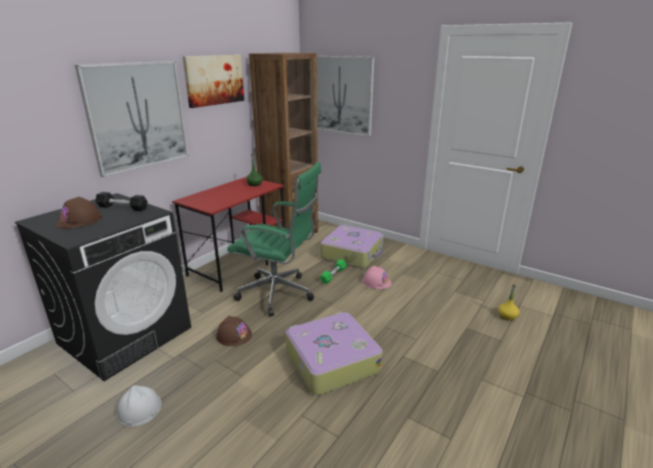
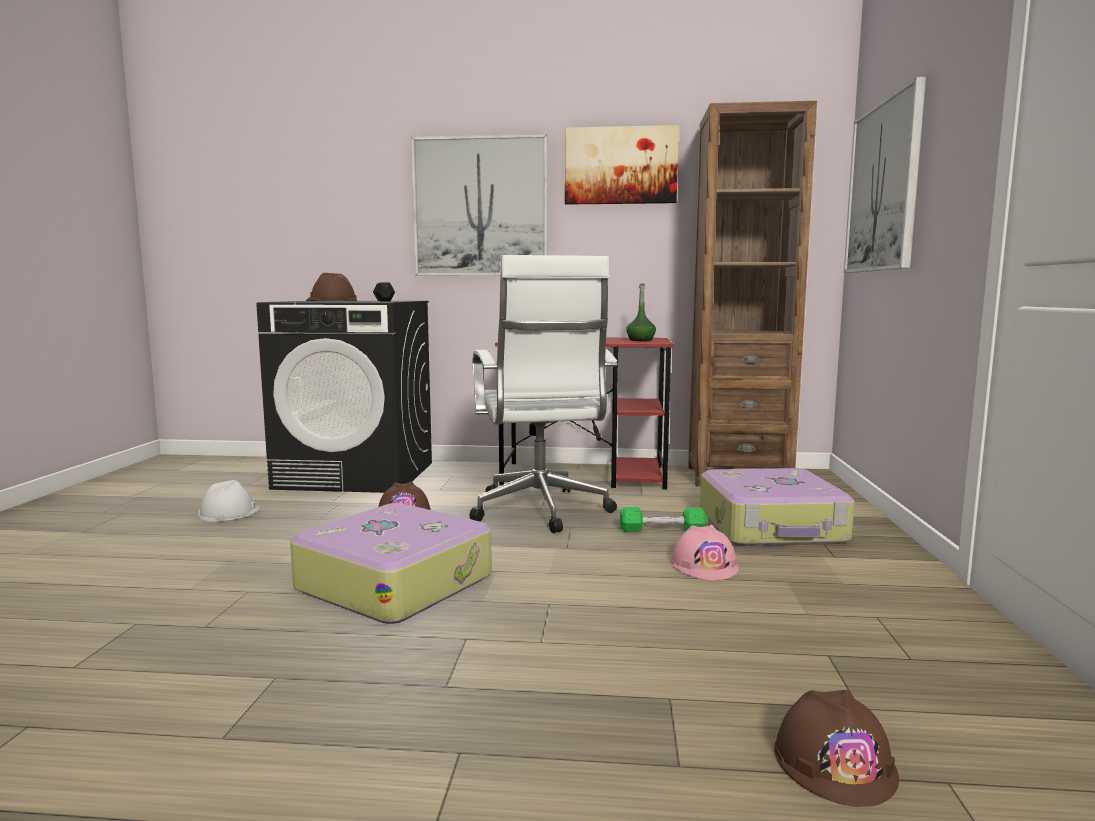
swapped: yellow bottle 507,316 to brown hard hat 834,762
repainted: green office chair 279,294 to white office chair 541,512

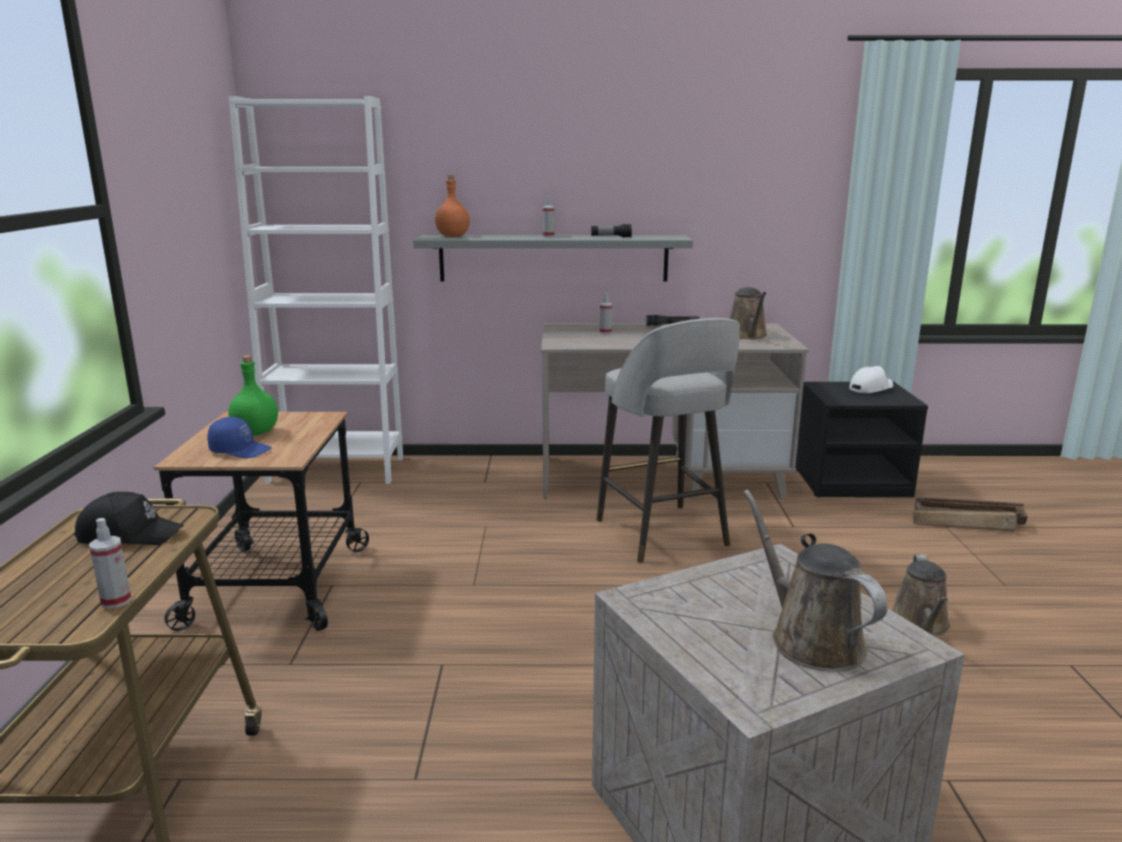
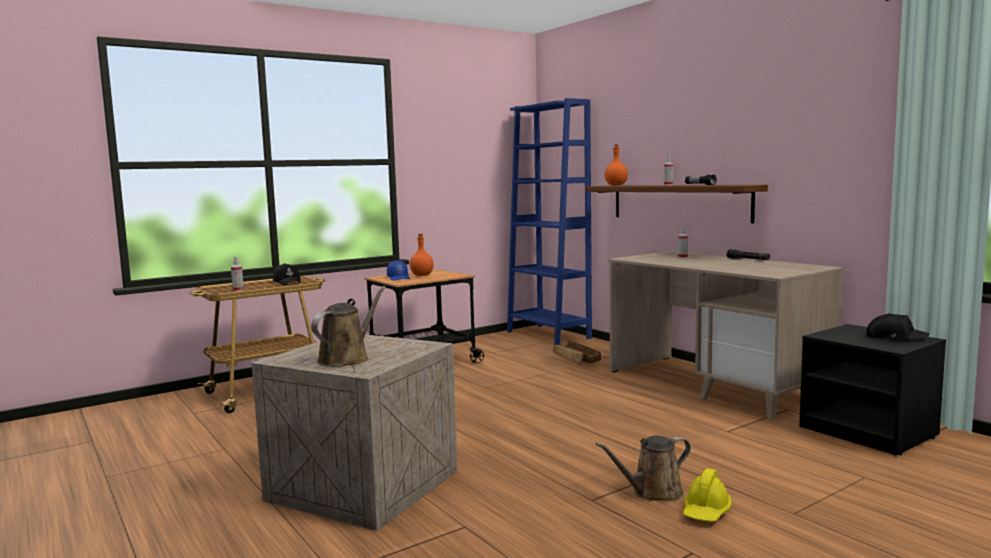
gone: grey stool 663,534; brown watering can 747,336
new: yellow hard hat 706,512
shifted: crate 967,523 to 576,359
repainted: green bottle 256,433 to orange bottle 422,275; white bookcase 337,470 to blue bookcase 548,335; grey shelf 553,258 to brown shelf 678,202; white cap 870,388 to black cap 895,337

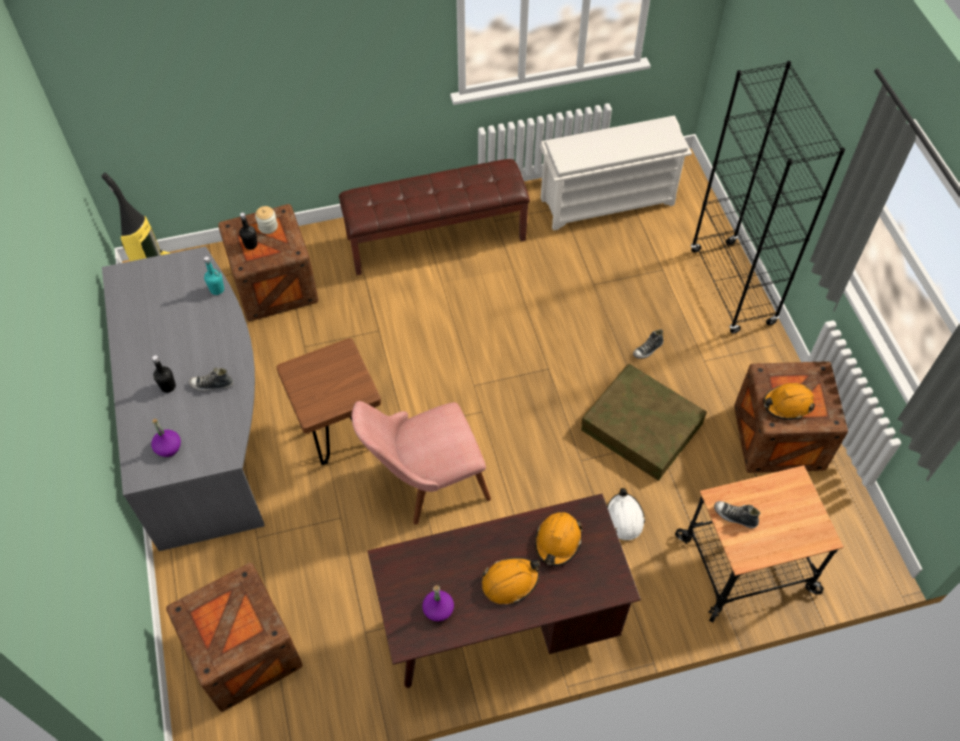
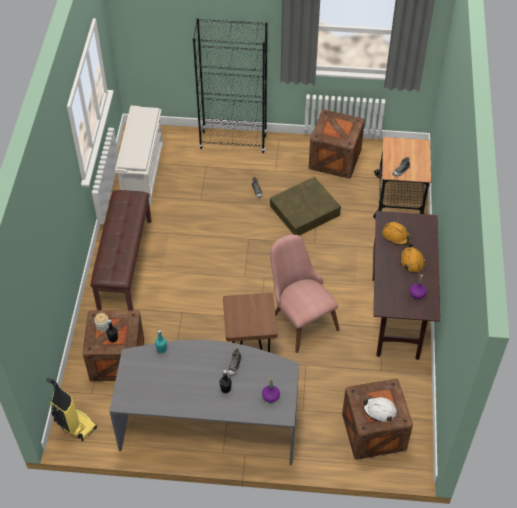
gone: orange hard hat 787,404
shifted: white hard hat 624,519 to 379,410
rotated: pink chair 425,482 = 299,317 150 degrees clockwise

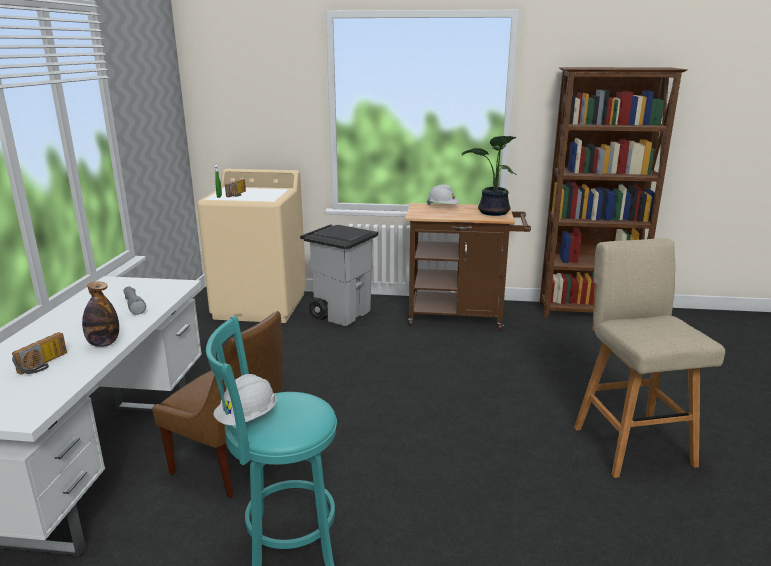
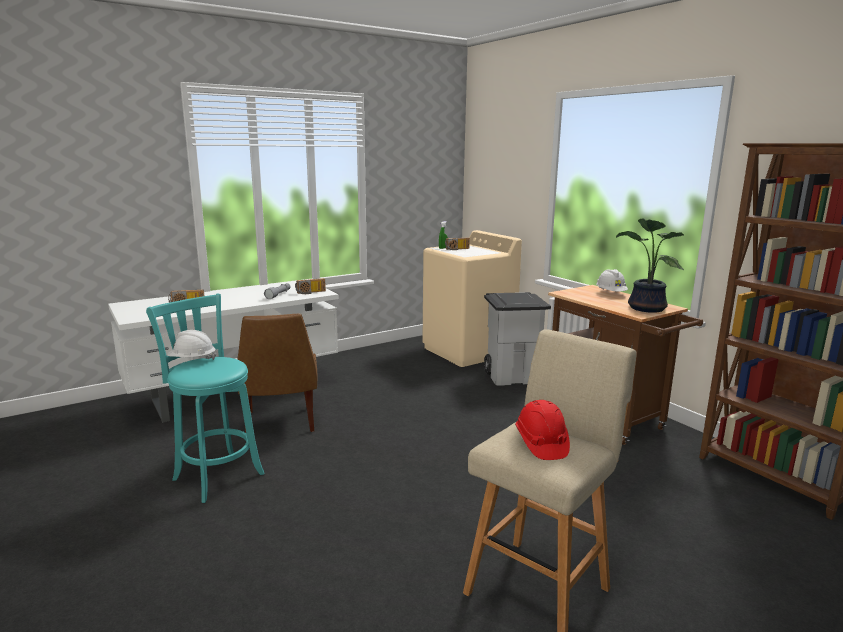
gone: bottle 104,343
new: radio 311,292; red hard hat 541,444

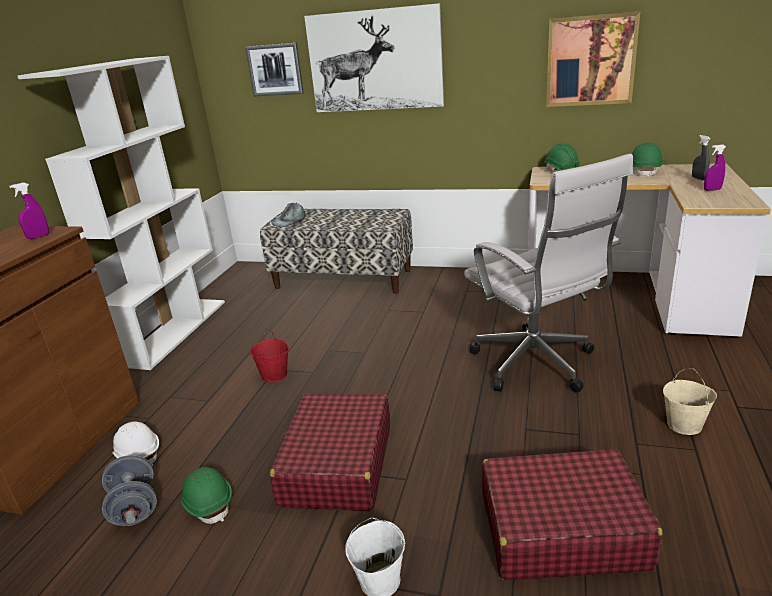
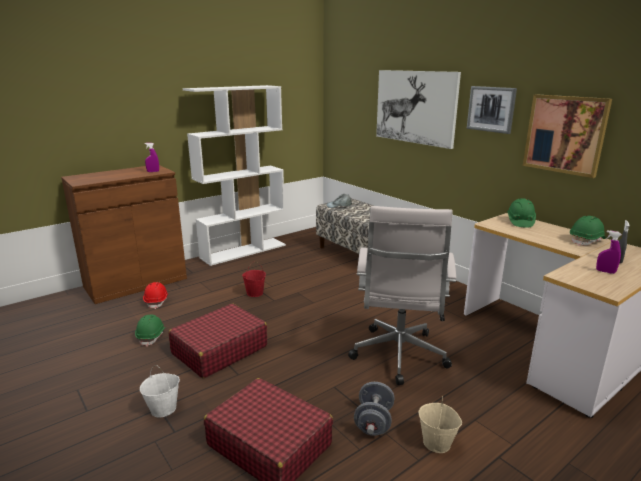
shifted: grey dumbbell 135,507 to 373,422; picture 275,70 to 491,109
repainted: white hard hat 138,454 to red hard hat 157,301

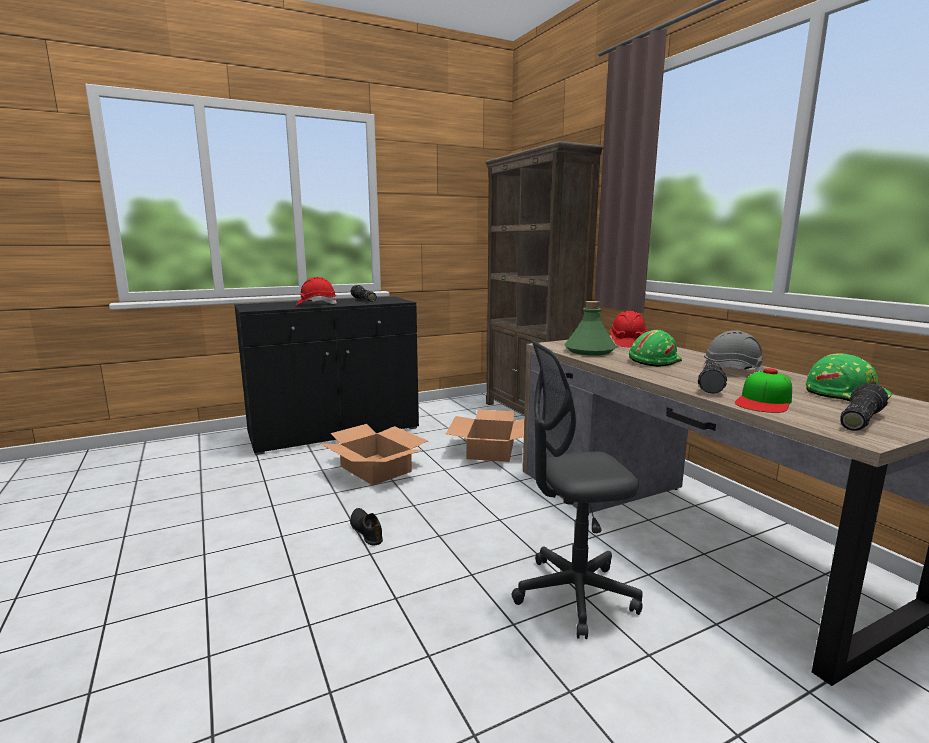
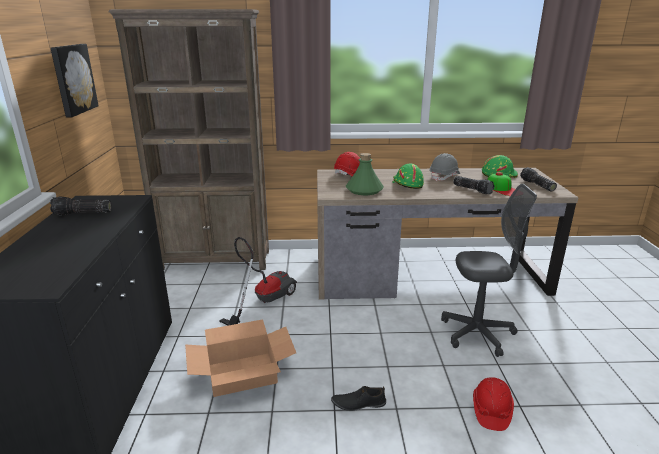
new: picture 72,79
shifted: red hard hat 316,304 to 491,411
swapped: cardboard box 490,450 to vacuum cleaner 263,301
rotated: grey office chair 574,595 = 477,333 105 degrees counterclockwise

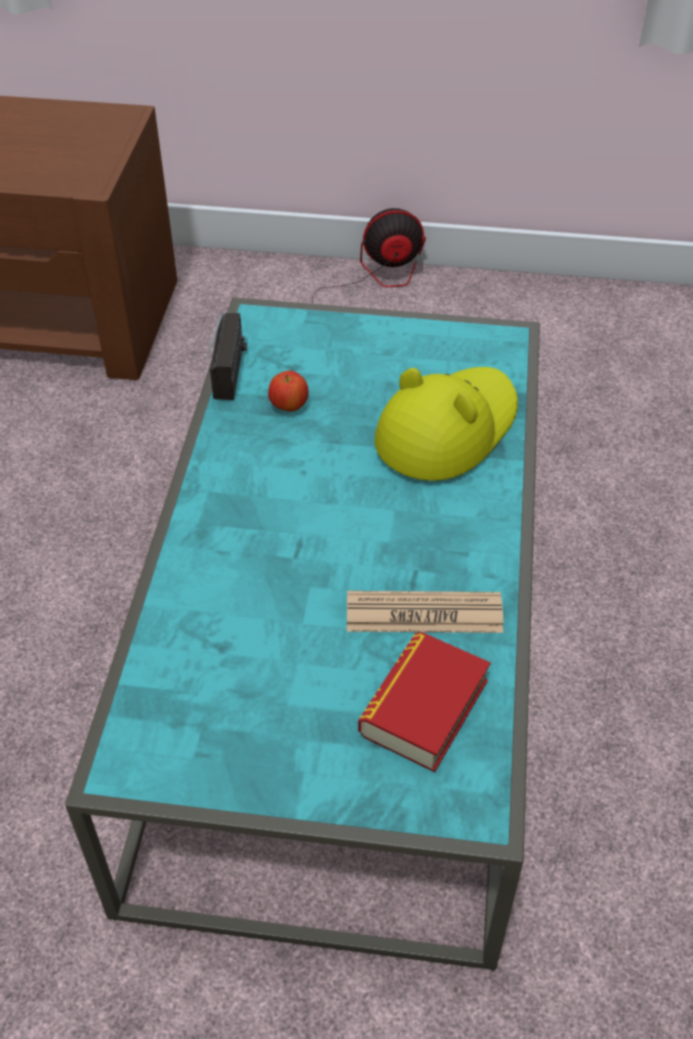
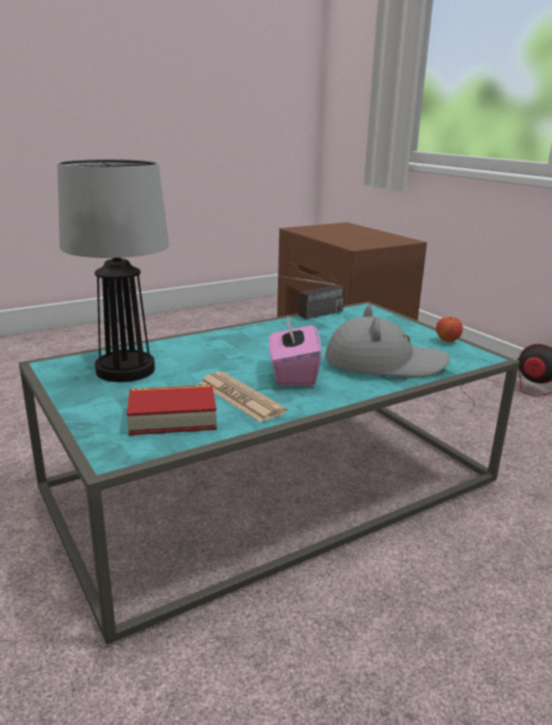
new: table lamp 125,369; pink tissue box 292,374
shifted: apple 289,407 to 447,341
repainted: yellow hat 446,429 to grey hat 384,363

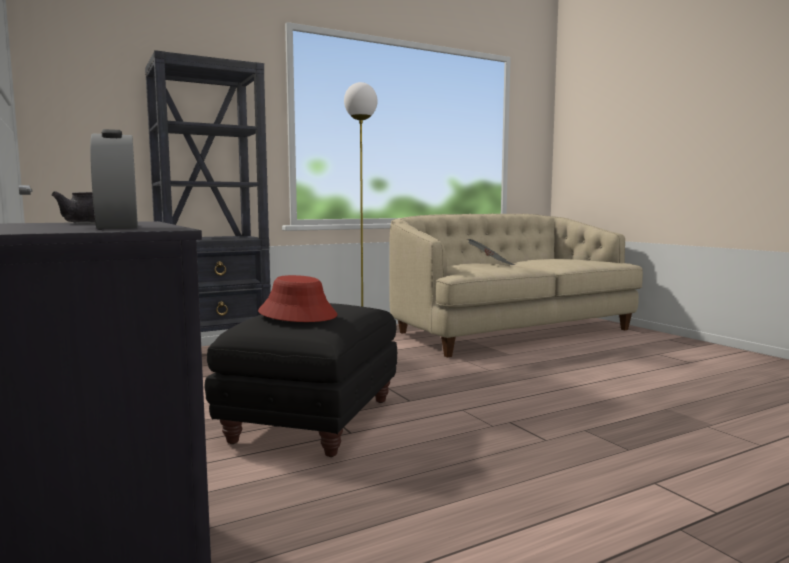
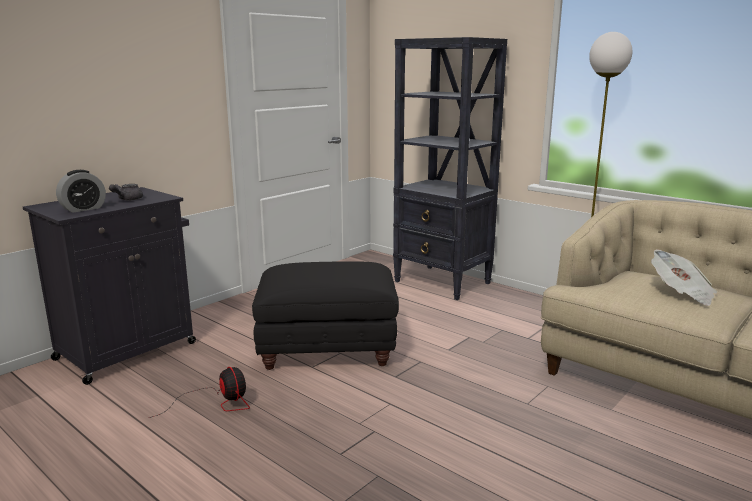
gone: red hat 298,314
new: fan 217,403

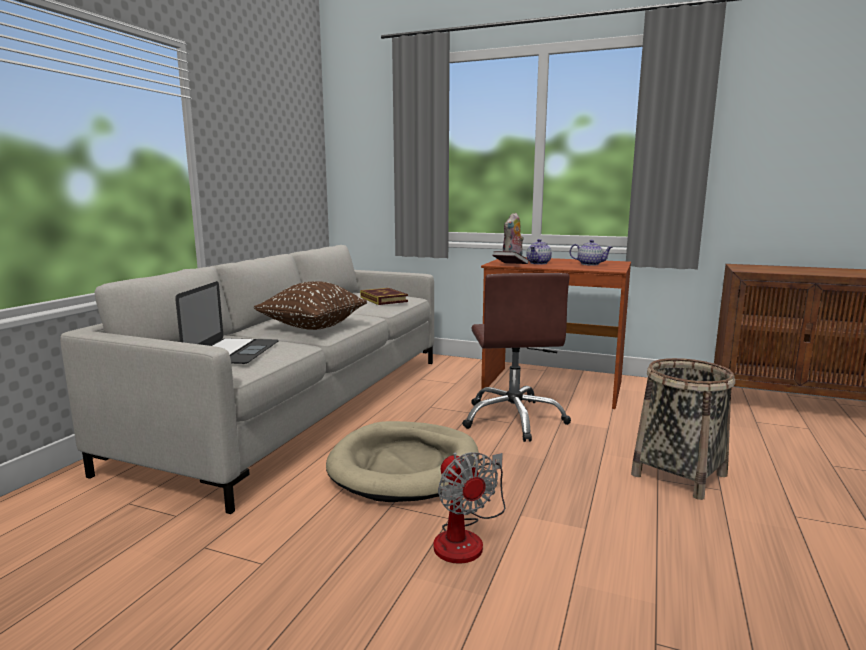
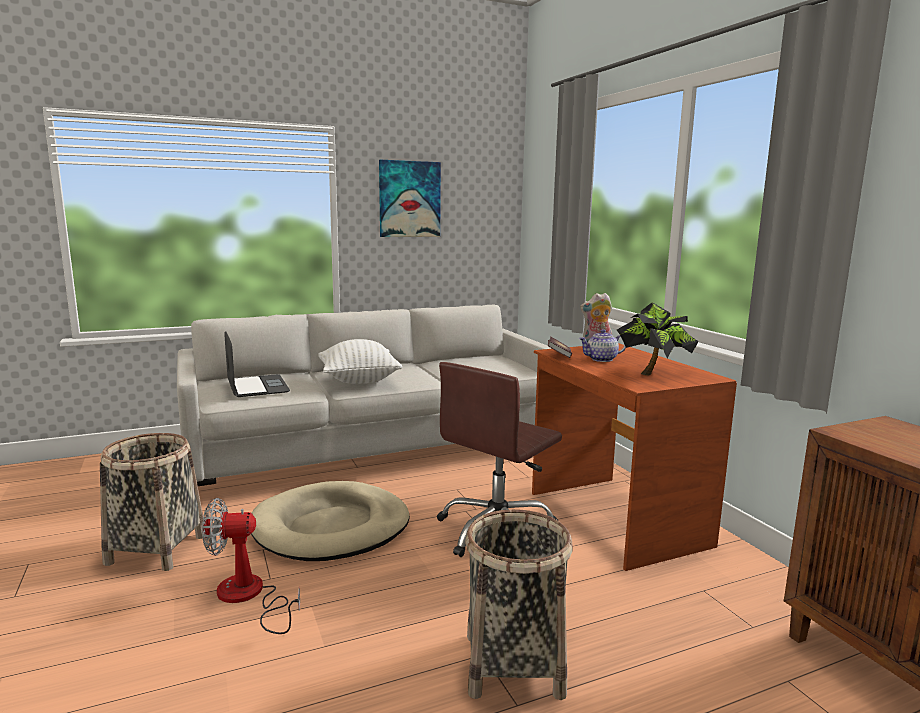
gone: book 383,299
new: basket 157,549; picture 409,199
swapped: teapot 590,264 to potted plant 653,373
repainted: brown pillow 313,327 to white pillow 359,380
rotated: laptop 232,351 = 257,386 75 degrees counterclockwise; fan 466,537 = 248,597 60 degrees clockwise

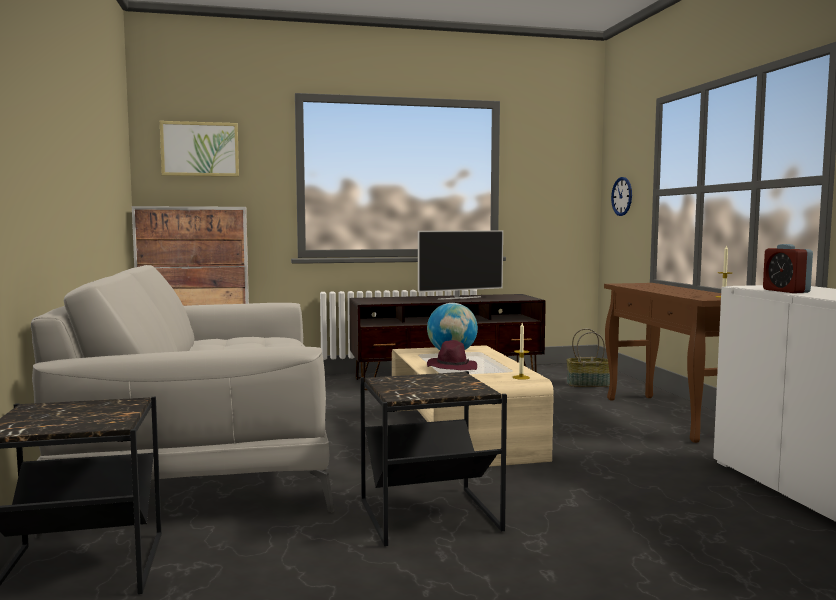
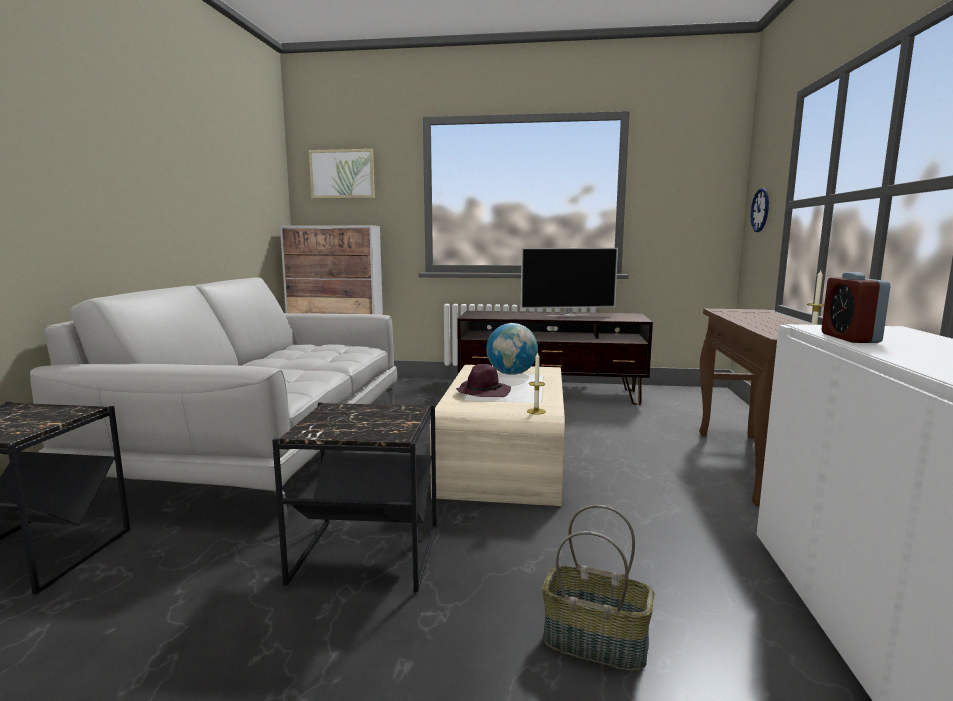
shifted: basket 588,384 to 596,642

